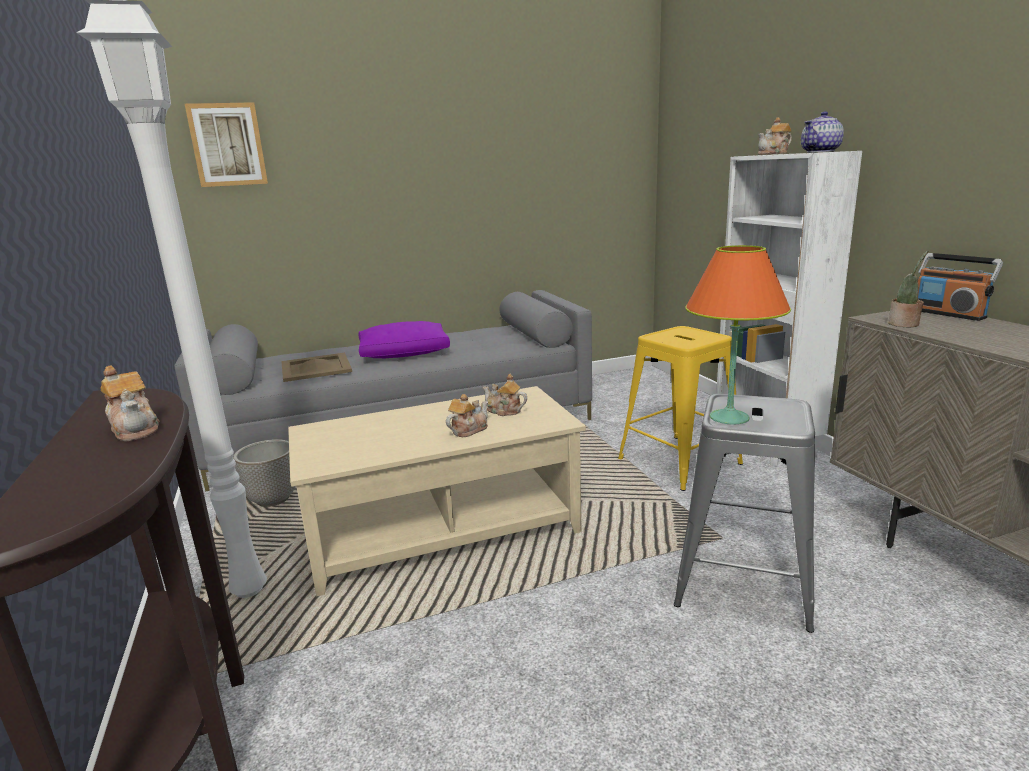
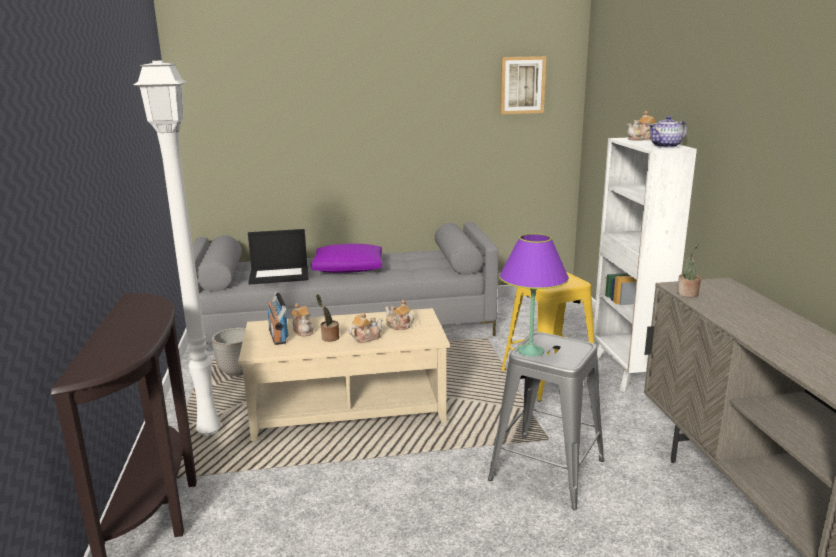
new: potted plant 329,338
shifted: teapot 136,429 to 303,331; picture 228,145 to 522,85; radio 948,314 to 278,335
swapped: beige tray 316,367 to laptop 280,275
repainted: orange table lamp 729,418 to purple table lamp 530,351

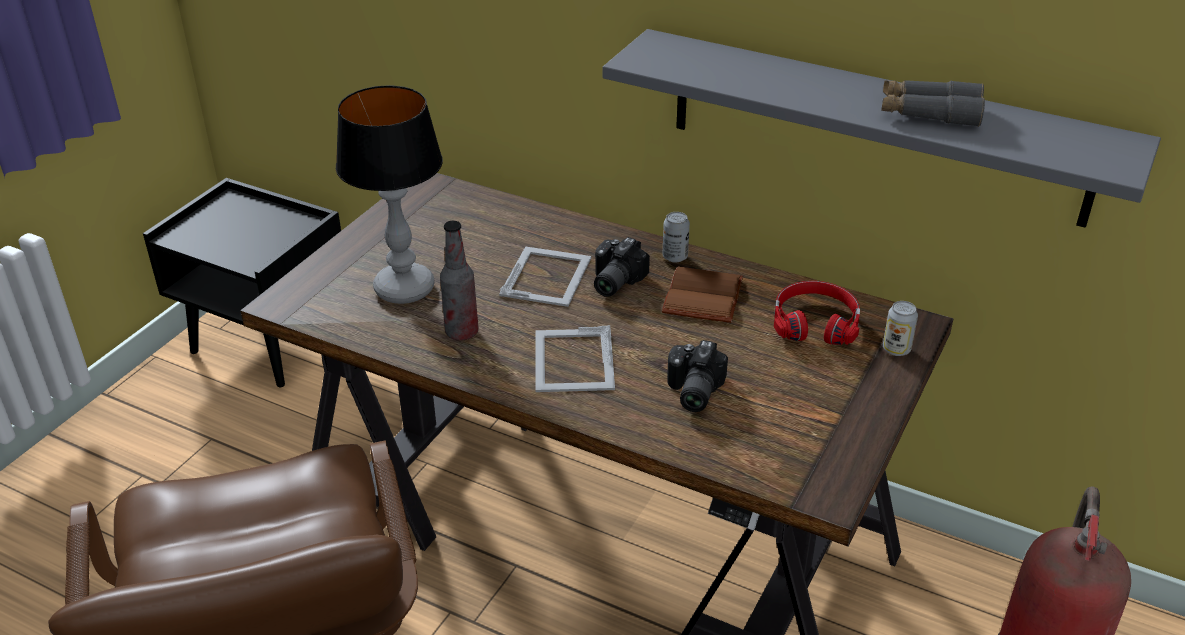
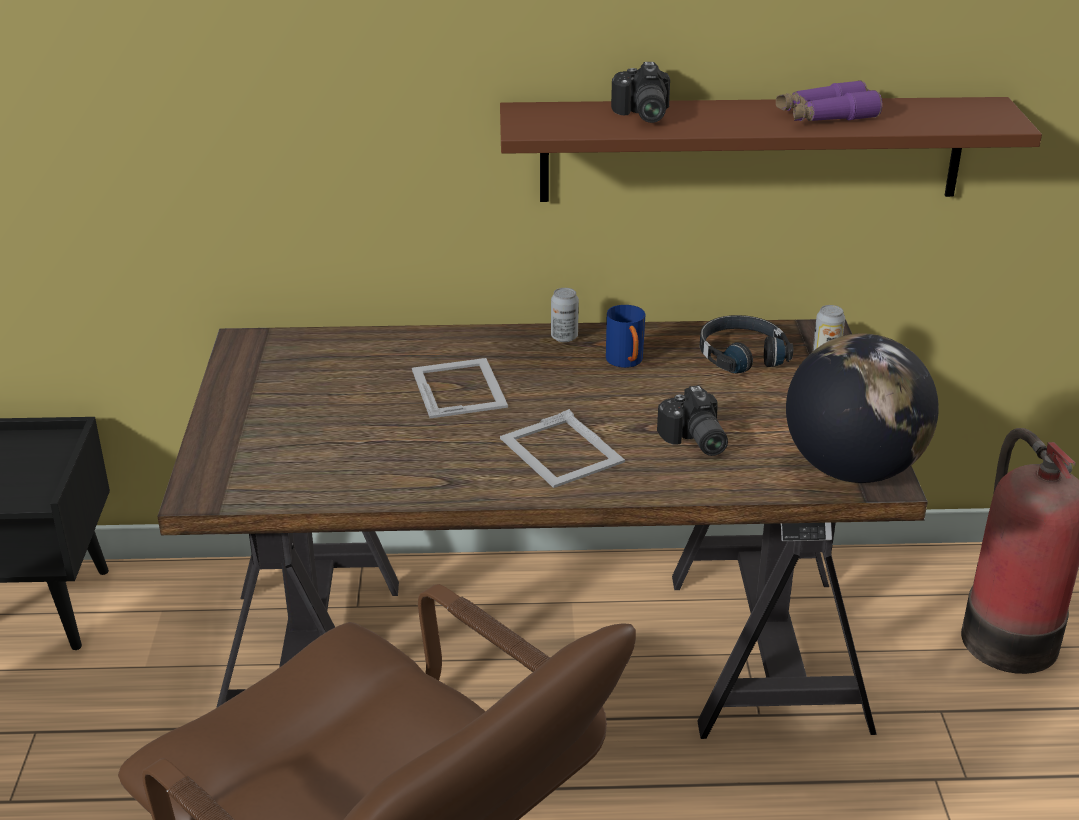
gone: table lamp 405,288; bottle 462,332
new: globe 852,470
shifted: photo camera 612,281 to 641,115
swapped: brown book 705,298 to blue mug 627,363
repainted: grey shelf 875,126 to brown shelf 751,149; red headphones 815,323 to black headphones 741,355; grey binoculars 929,113 to purple binoculars 826,116

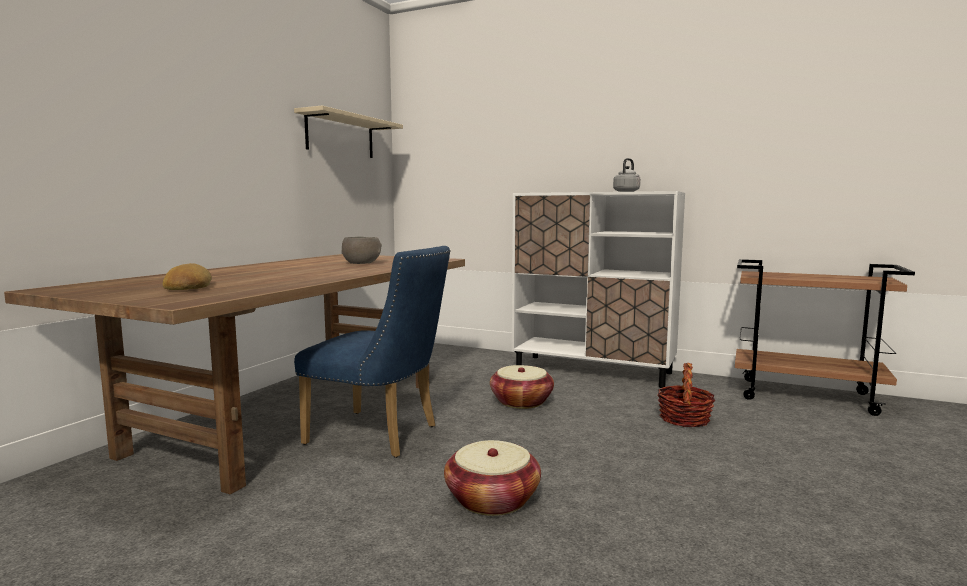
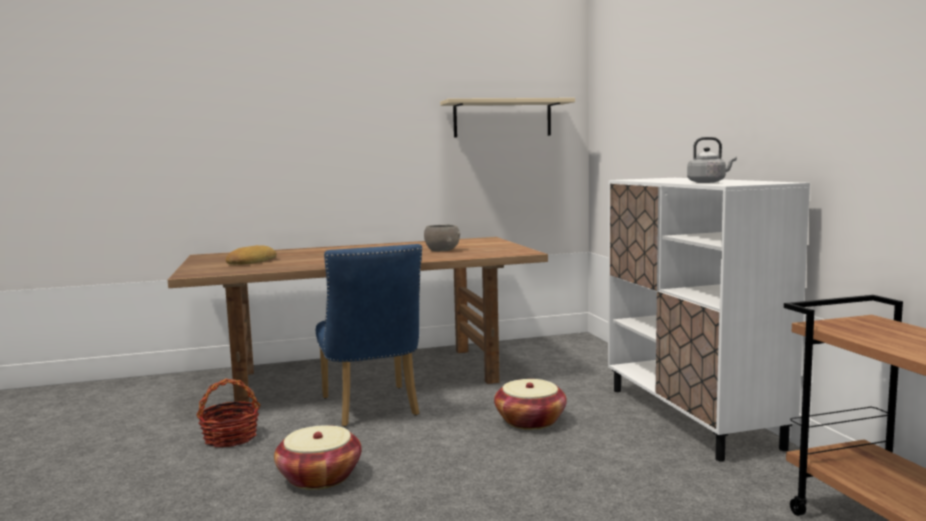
shifted: basket 684,419 to 230,438

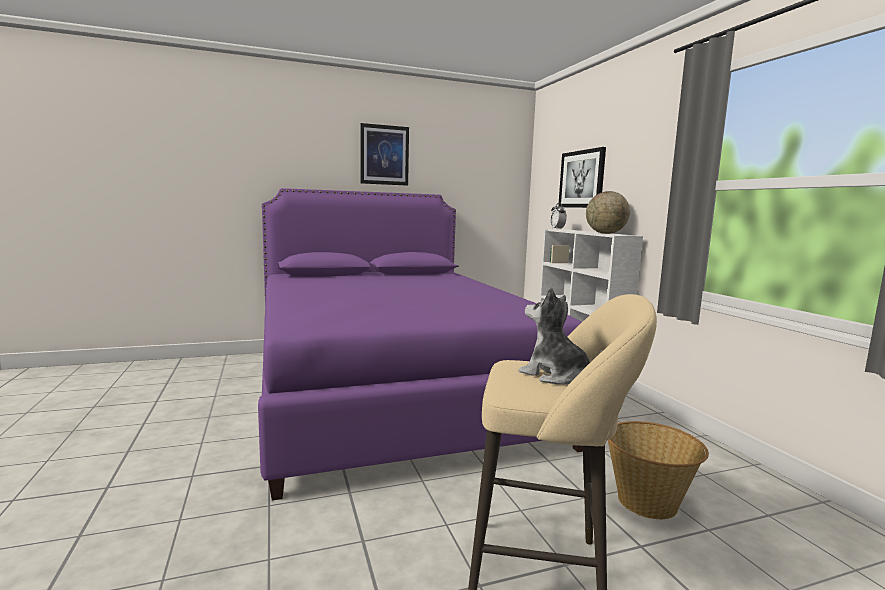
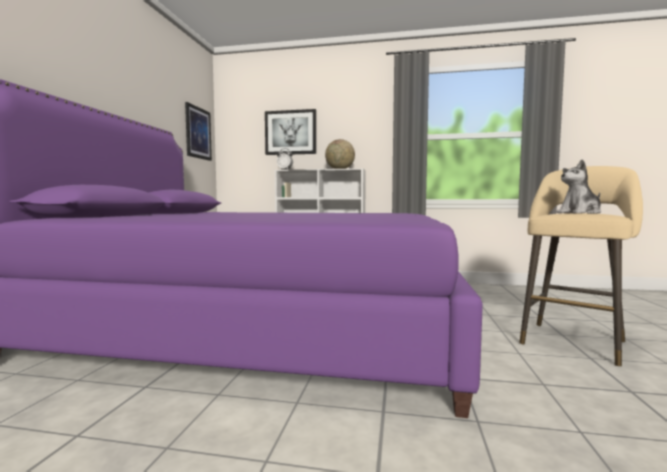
gone: basket 648,502
shifted: picture 384,155 to 198,133

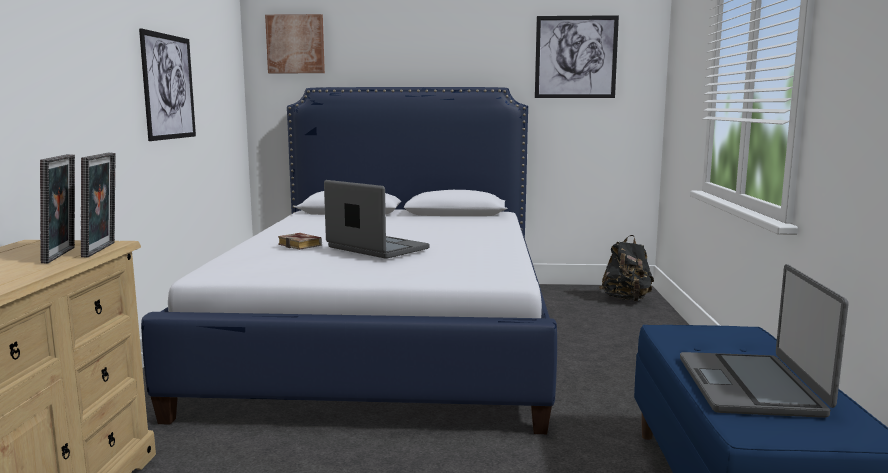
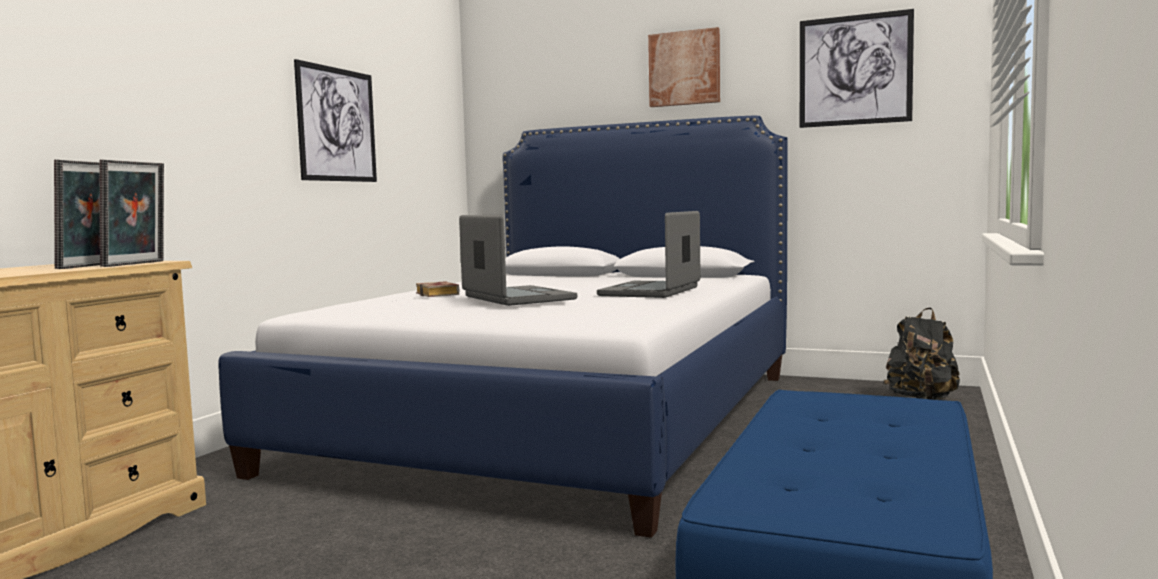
shifted: picture 295,44 to 684,68; laptop 751,386 to 651,291

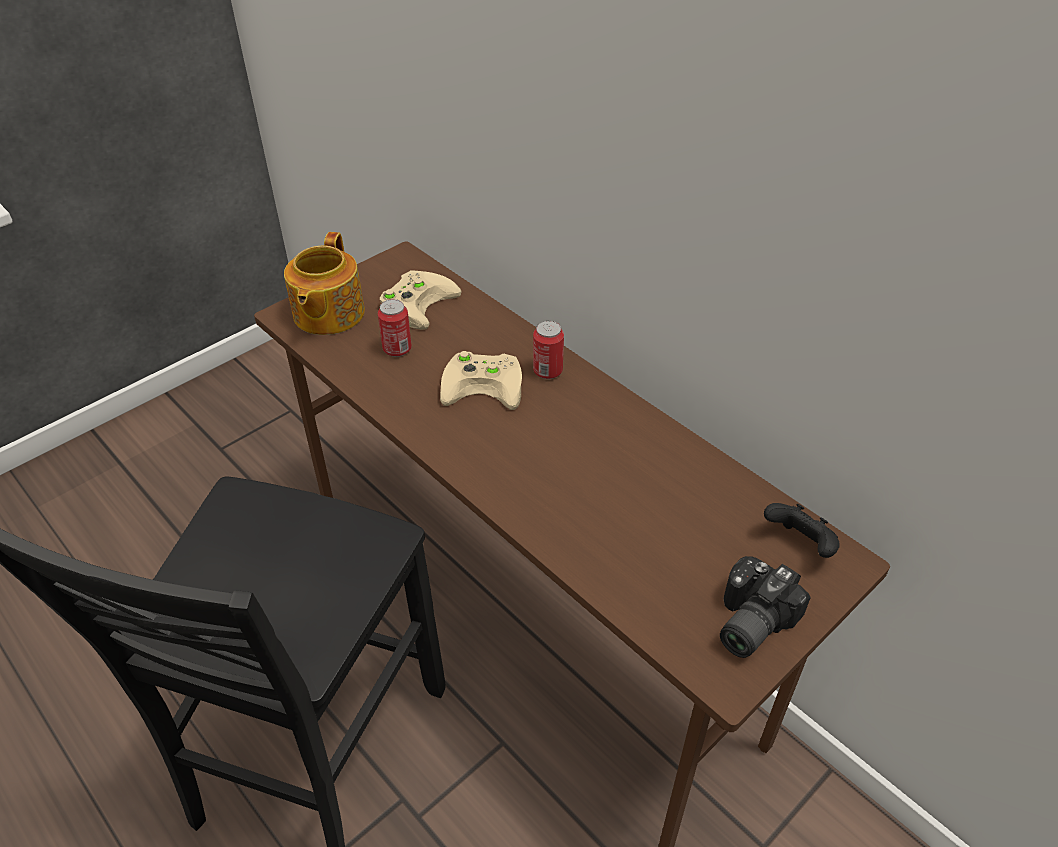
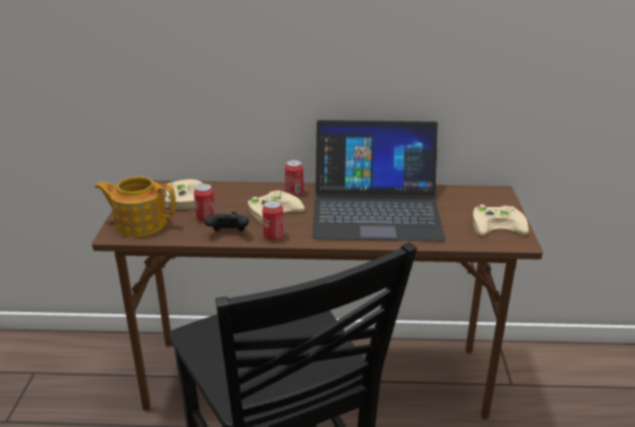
new: can 273,236; laptop 376,210
shifted: black game controller 800,544 to 228,234
swapped: photo camera 747,621 to beige game controller 498,224
rotated: teapot 327,314 = 140,224 135 degrees clockwise

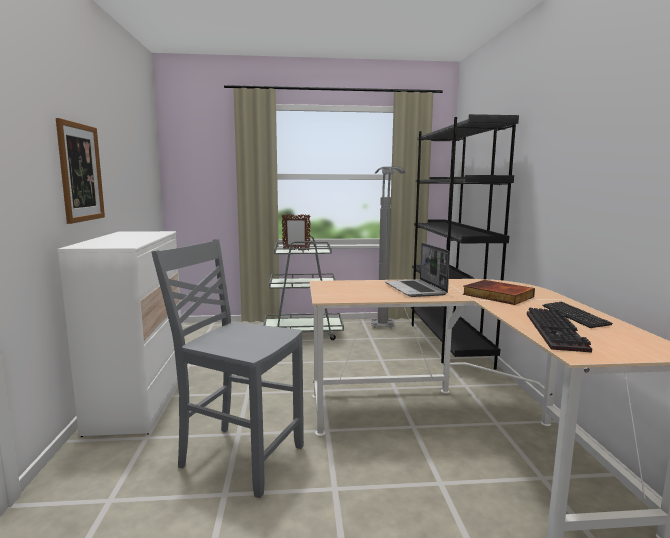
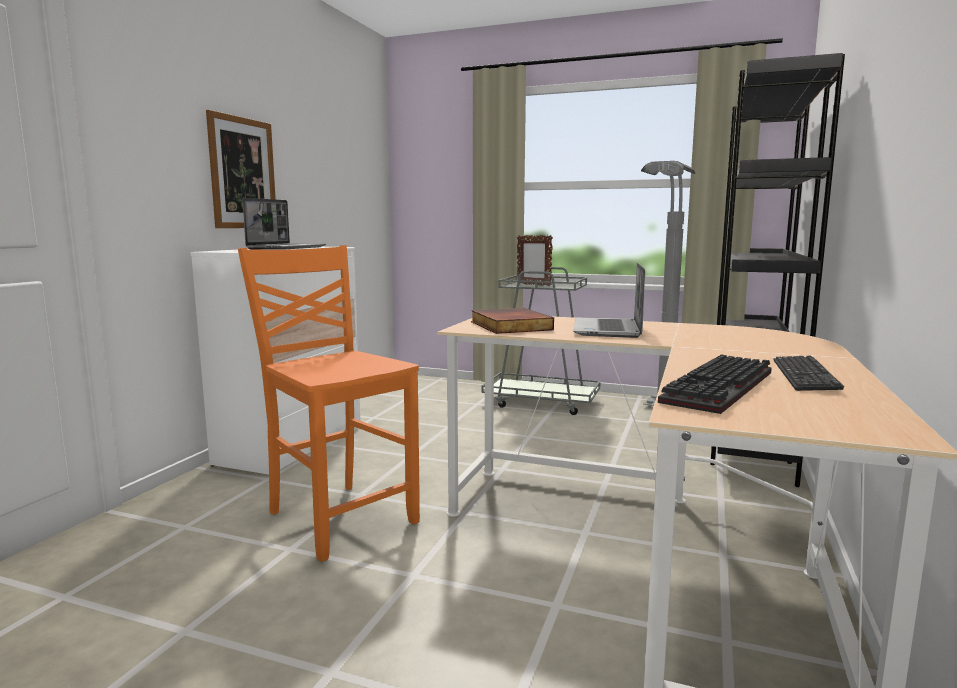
new: laptop 287,248
shifted: book 497,295 to 508,326
repainted: grey chair 239,457 to orange chair 339,517

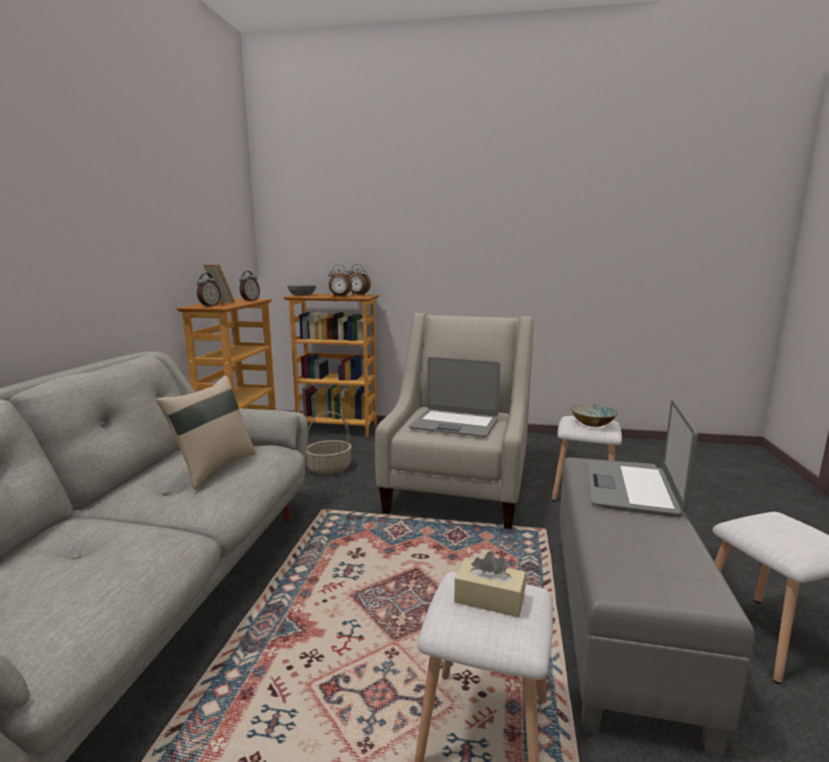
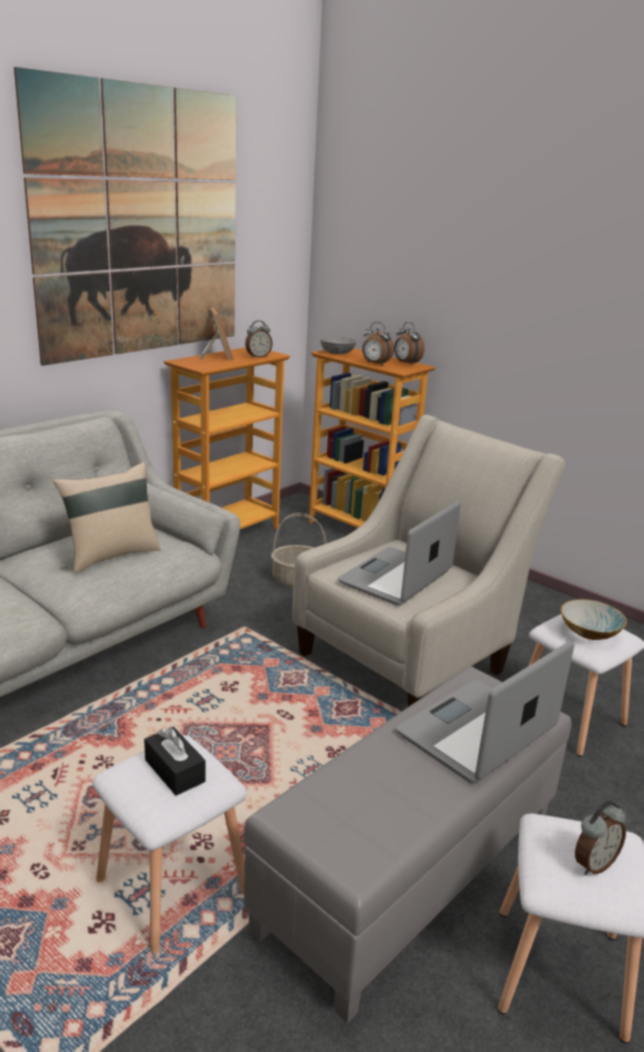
new: picture 141,224
shifted: alarm clock 209,306 to 593,863
repainted: beige tissue box 489,599 to black tissue box 174,771
rotated: laptop 455,424 = 396,578 75 degrees clockwise

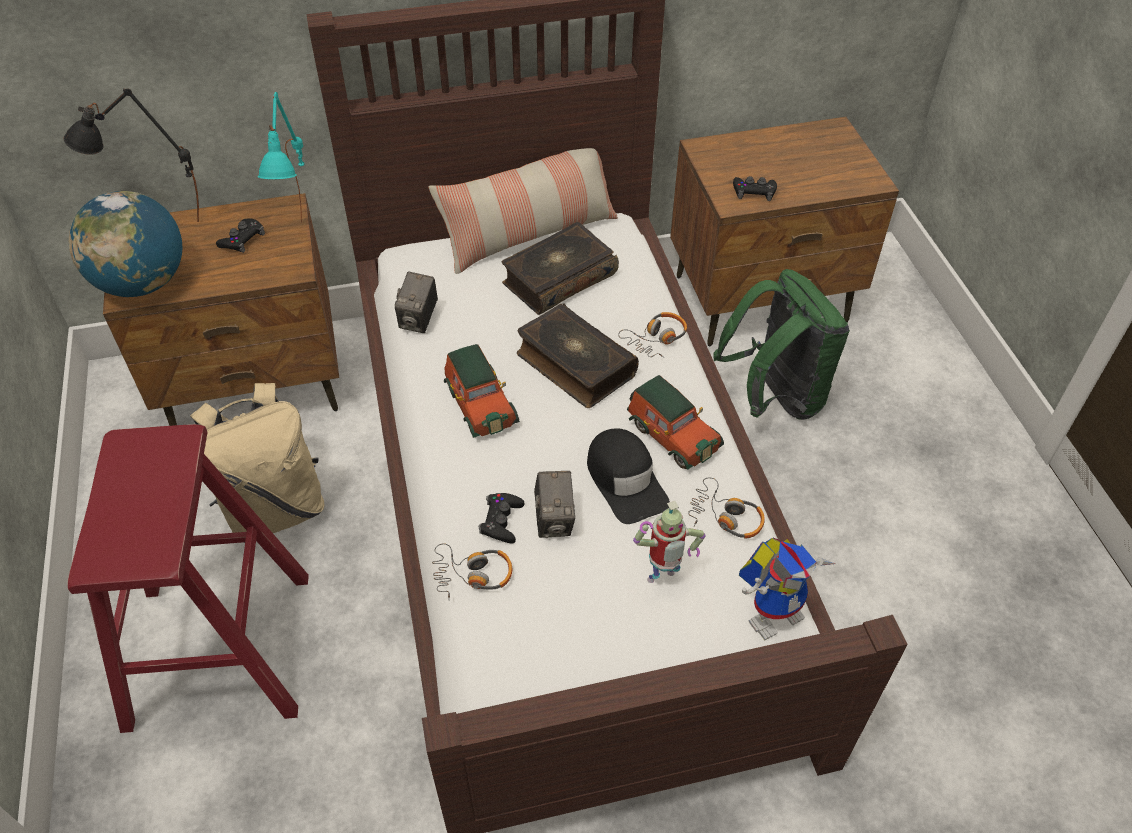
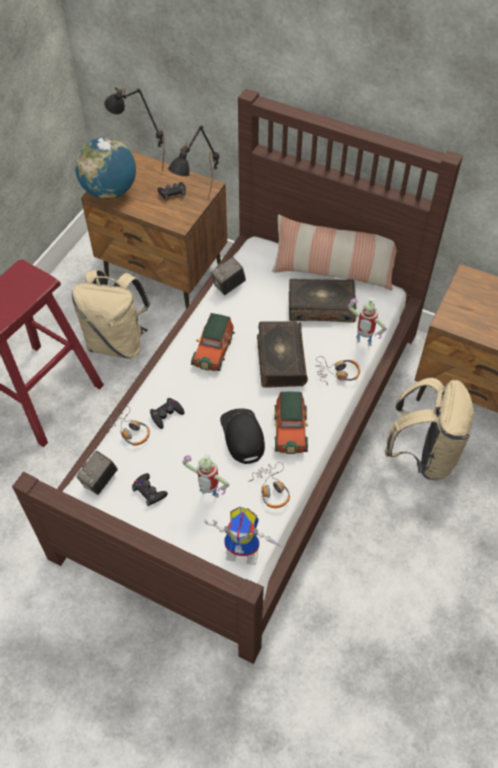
new: toy robot 362,344
shifted: photo camera 554,520 to 100,481; black game controller 754,192 to 149,491
repainted: turquoise table lamp 308,245 to black table lamp 199,214; green backpack 775,397 to beige backpack 424,454
rotated: black cap 625,481 = 242,436 150 degrees clockwise

